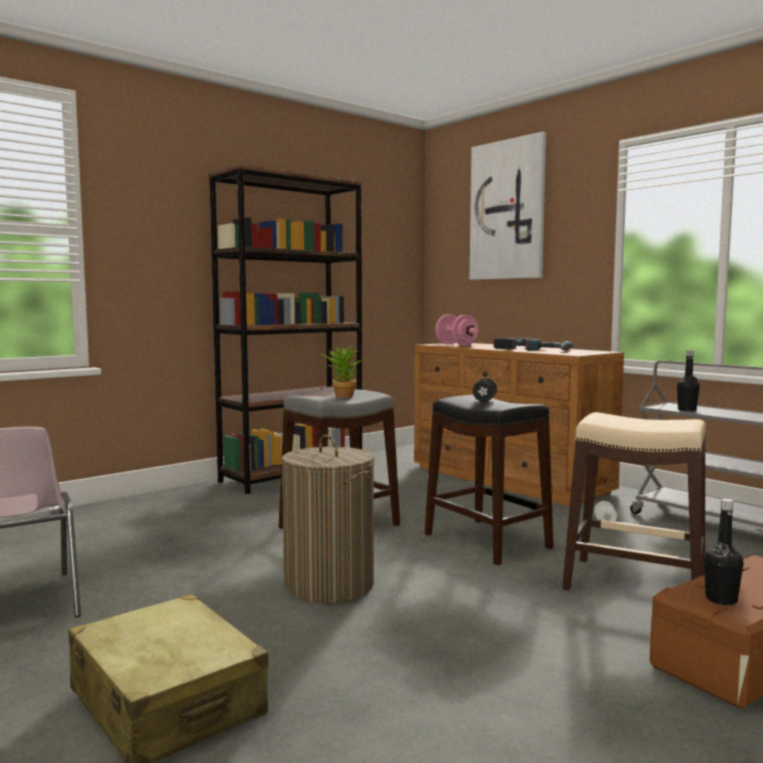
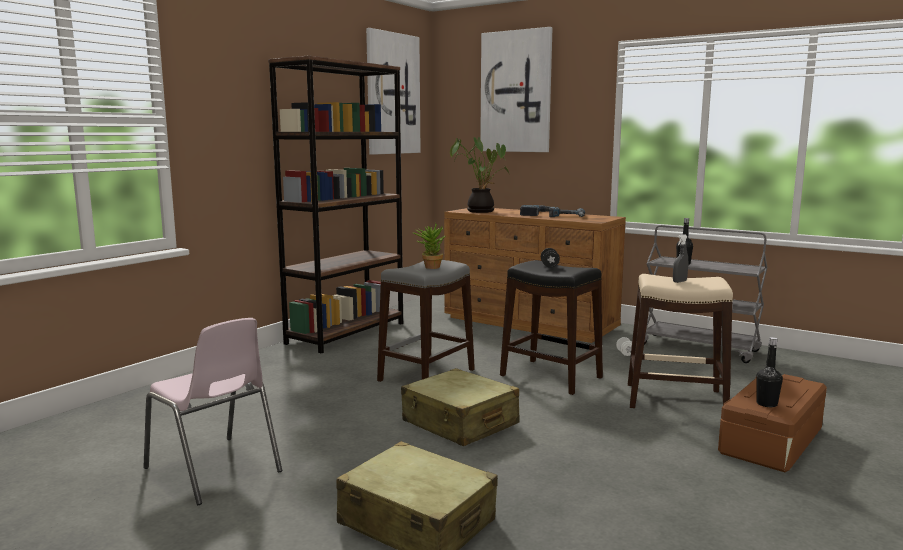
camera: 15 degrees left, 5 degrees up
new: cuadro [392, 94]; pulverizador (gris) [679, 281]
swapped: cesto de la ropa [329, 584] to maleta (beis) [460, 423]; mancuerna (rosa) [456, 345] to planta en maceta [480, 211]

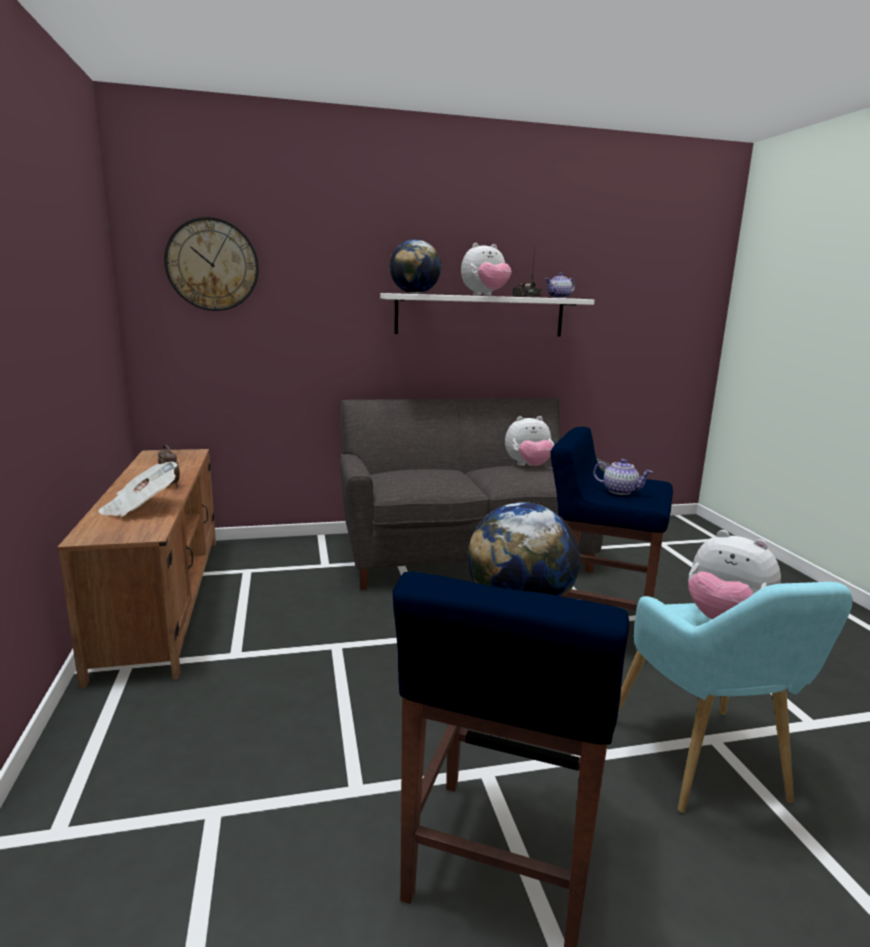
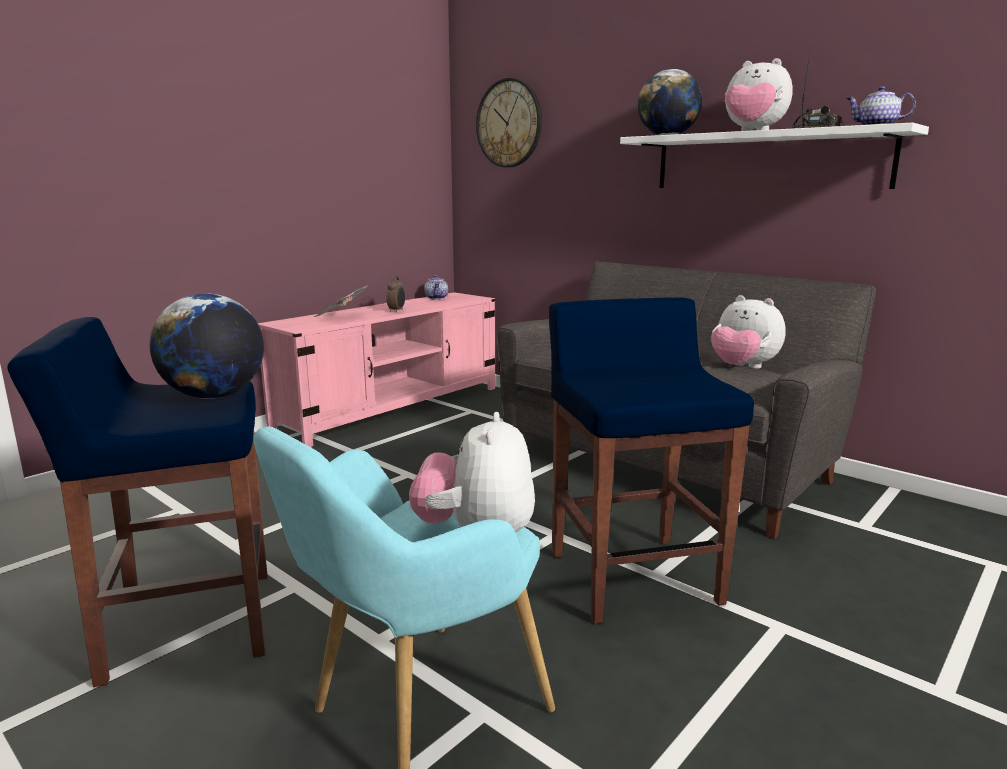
camera: 55 degrees right, 0 degrees up
shifted: tetera [620, 491] to [437, 298]
repainted: mueble de televisión (marrón) [163, 599] to mueble de televisión (rosa) [393, 408]

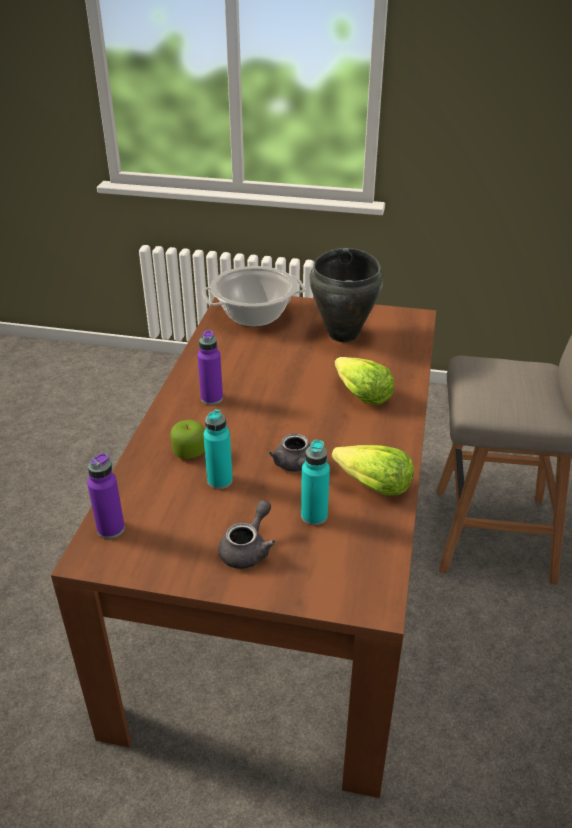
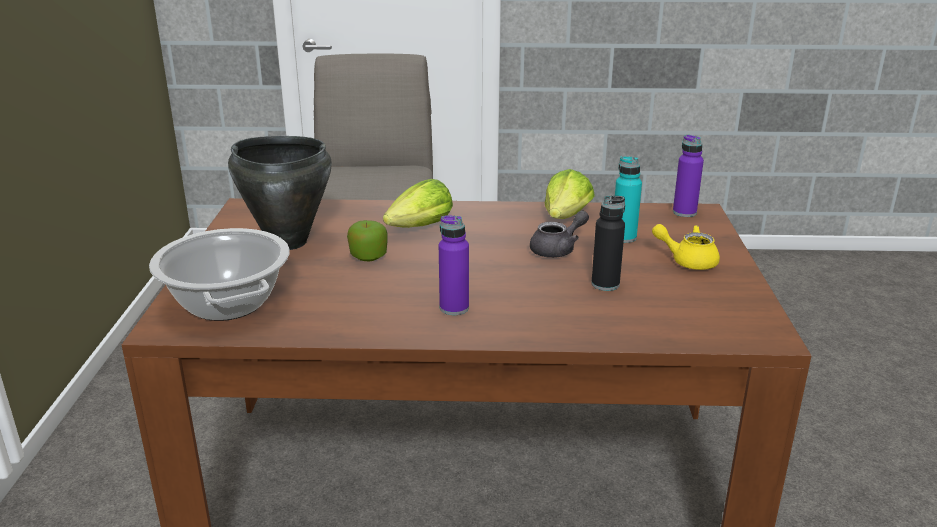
camera: 100 degrees left, 10 degrees down
shifted: botella (morado) [111, 529] to [684, 212]; manzana [189, 452] to [368, 256]
repainted: botella (turquesa) [220, 481] to botella (negro) [605, 284]; tetera (gris) [248, 549] to tetera (amarillo) [687, 261]

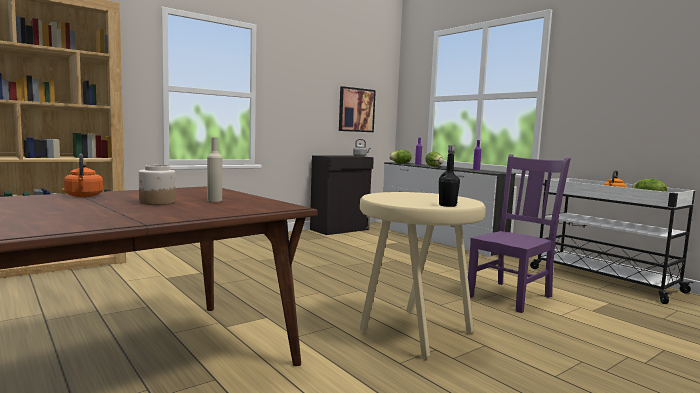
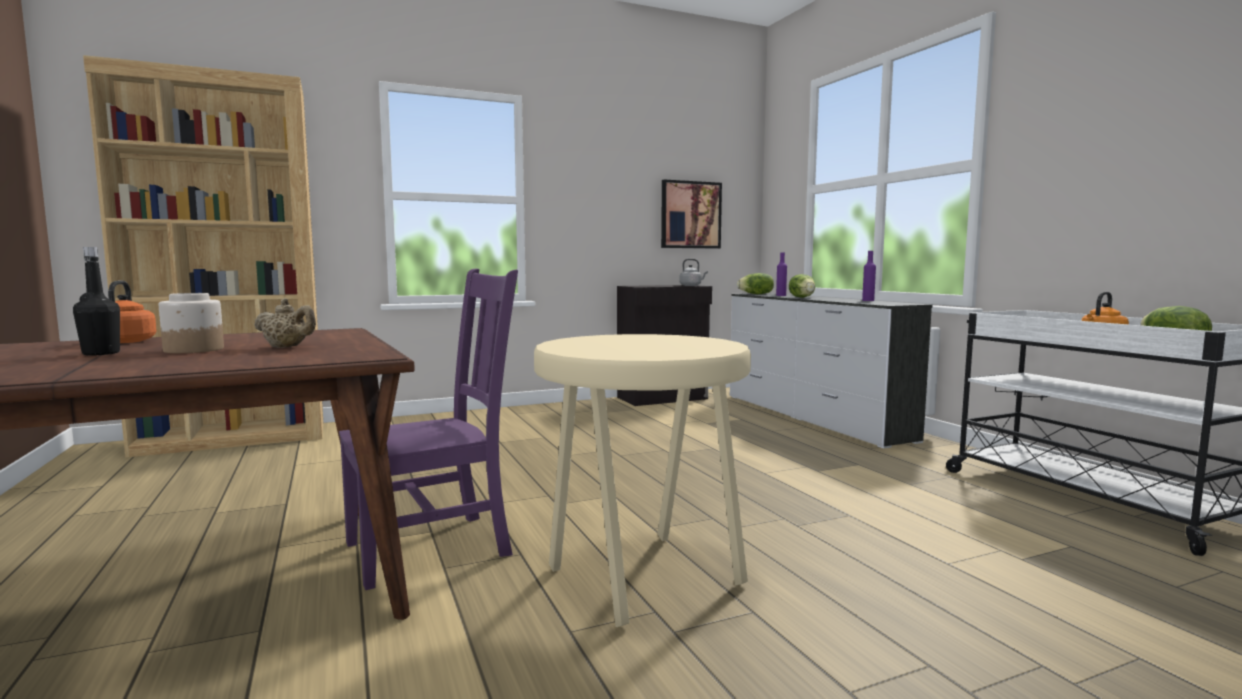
camera: 15 degrees right, 0 degrees up
shifted: botella (negro) [447, 205] to [101, 353]; silla (morado) [511, 296] to [434, 547]
swapped: botella (beis) [214, 200] to tetera (beis) [287, 347]

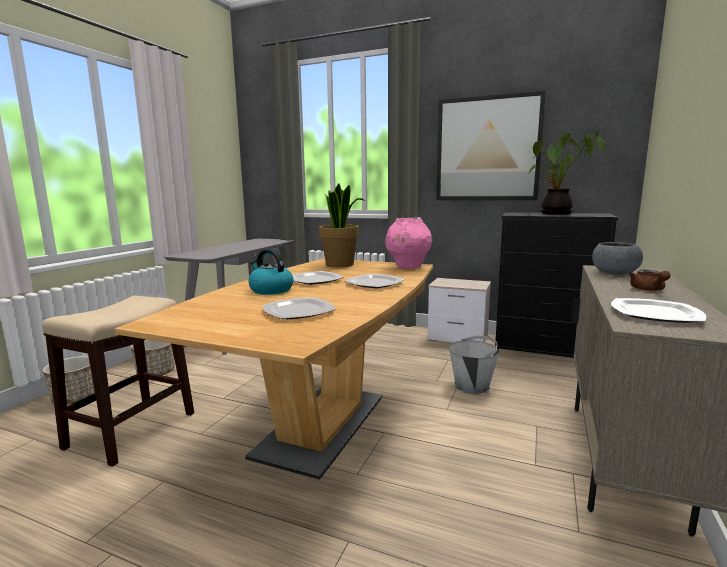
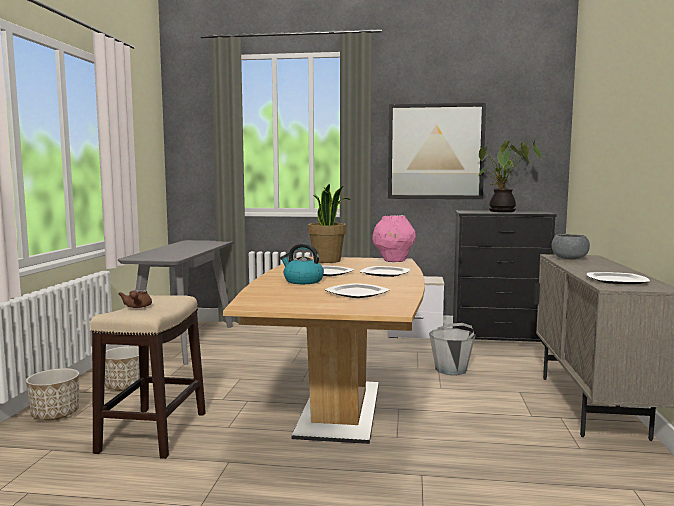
camera: 15 degrees left, 5 degrees down
shifted: tetera (marrón) [648, 290] to [137, 307]

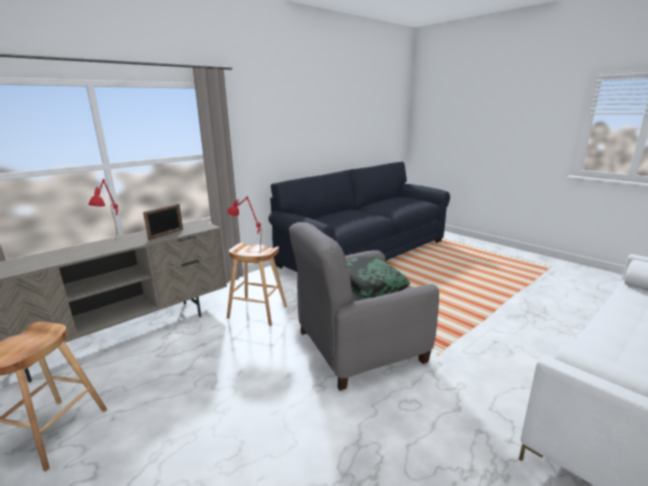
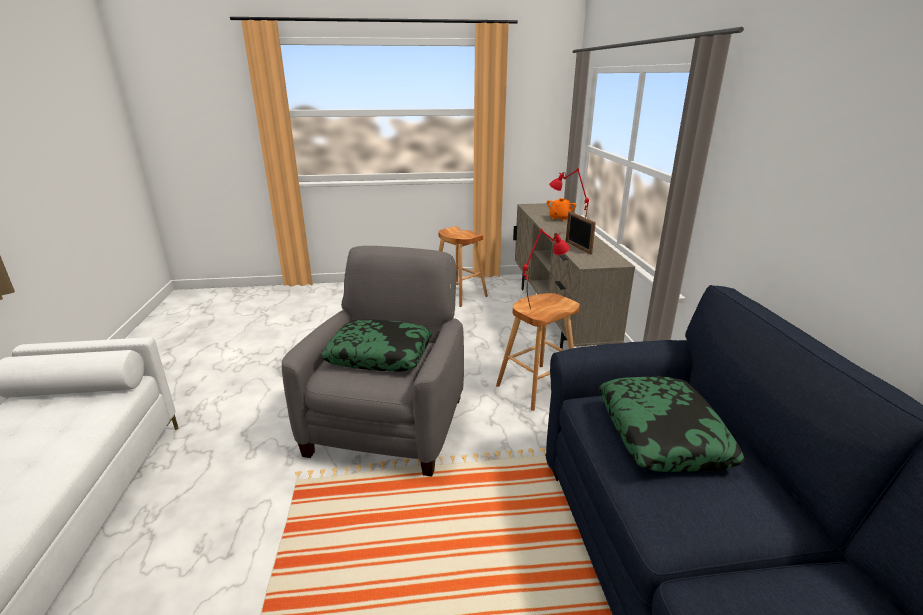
camera: 125 degrees right, 5 degrees up
new: tetera (naranja) [560, 218]; cojín [662, 434]

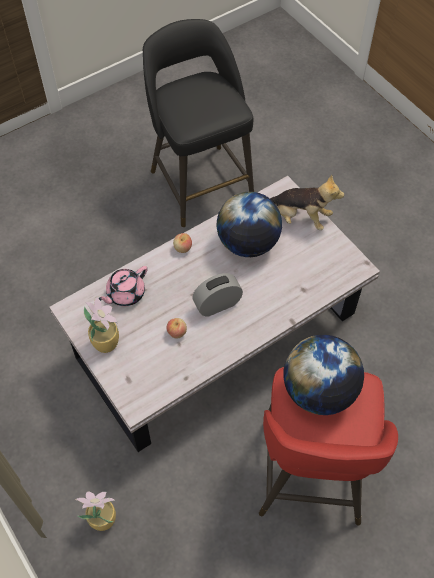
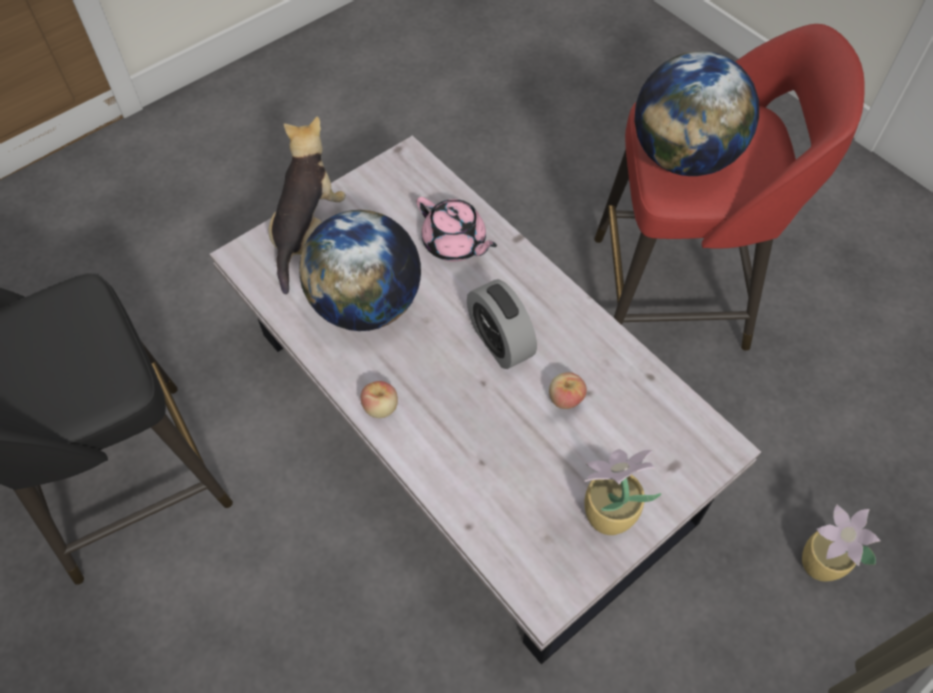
camera: 95 degrees left, 0 degrees up
shifted: tetera (rosa) [125, 294] to [455, 243]

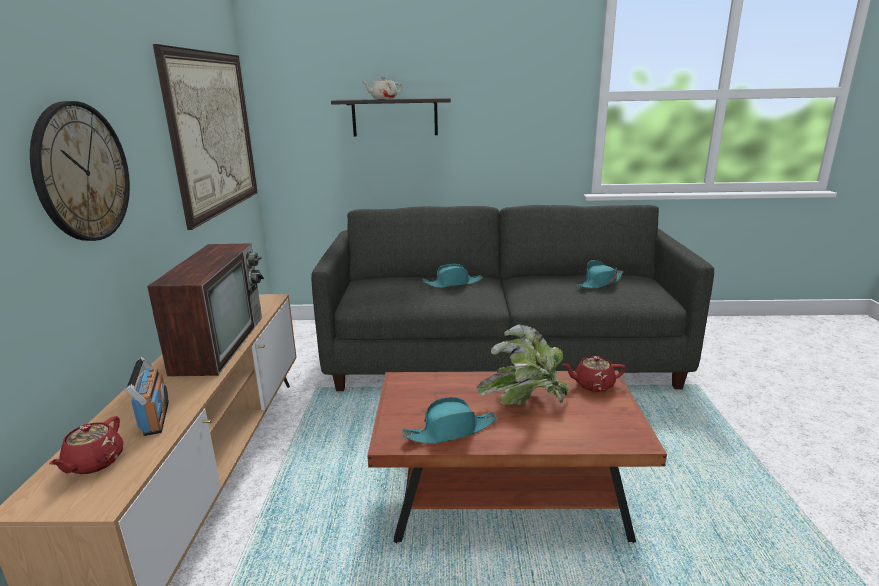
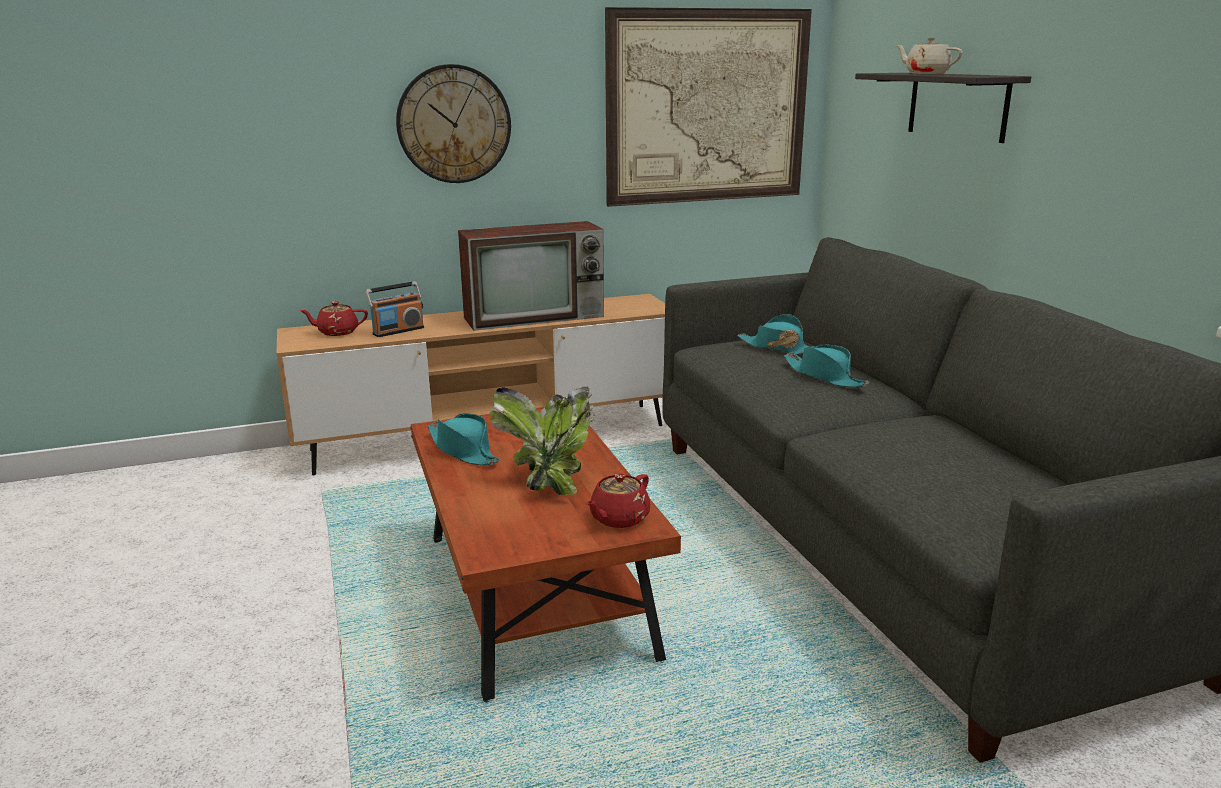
camera: 70 degrees right, 0 degrees up
shifted: sombrero (turquesa) [599, 283] to [779, 348]
rotated: tetera (rojo) [593, 385] = [618, 518] 120 degrees counterclockwise

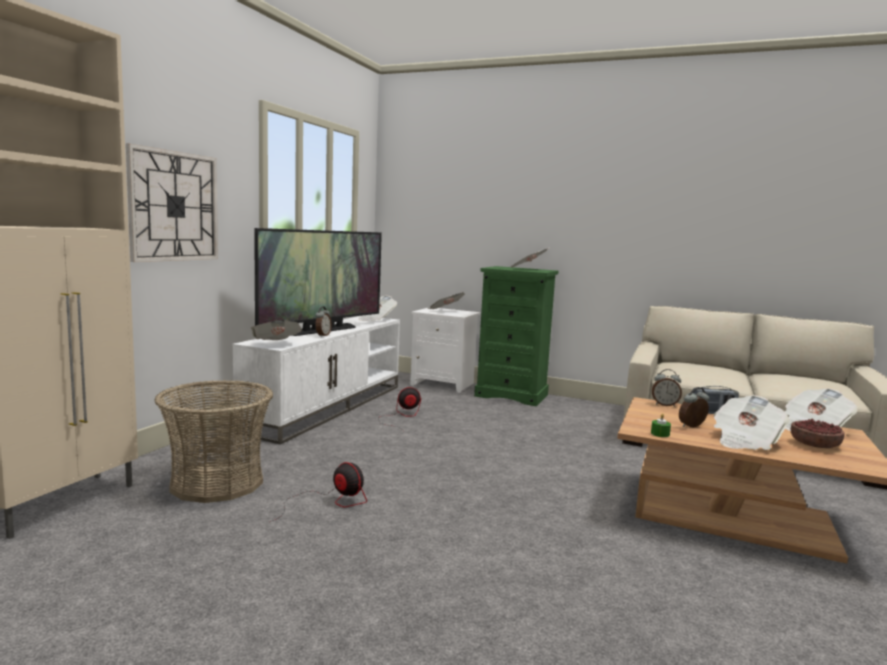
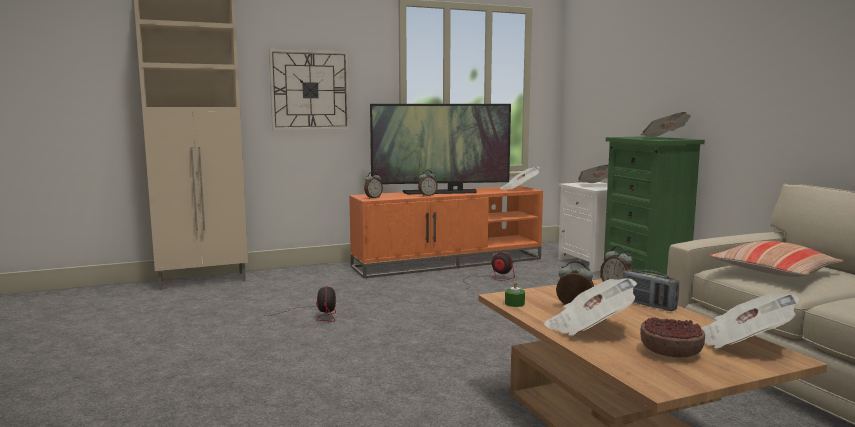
camera: 45 degrees right, 0 degrees up
gone: cesta [217, 482]
new: cojín [773, 272]
swapped: periódico [276, 344] to despertador [373, 198]
repainted: mueble de televisión (blanco) [327, 407] to mueble de televisión (naranja) [448, 262]

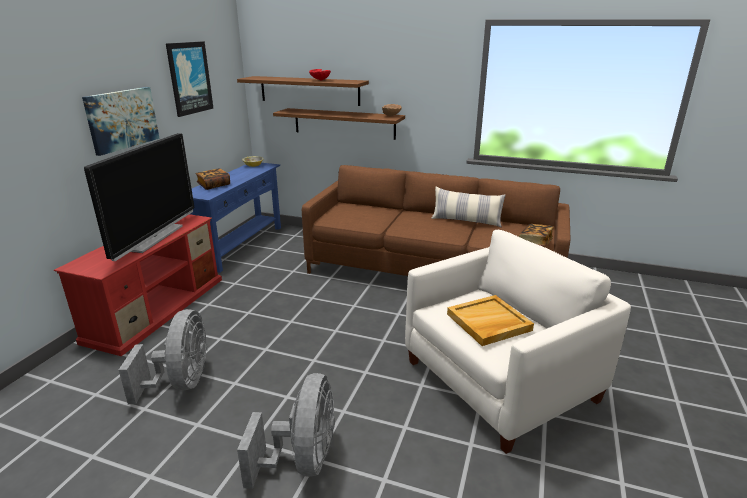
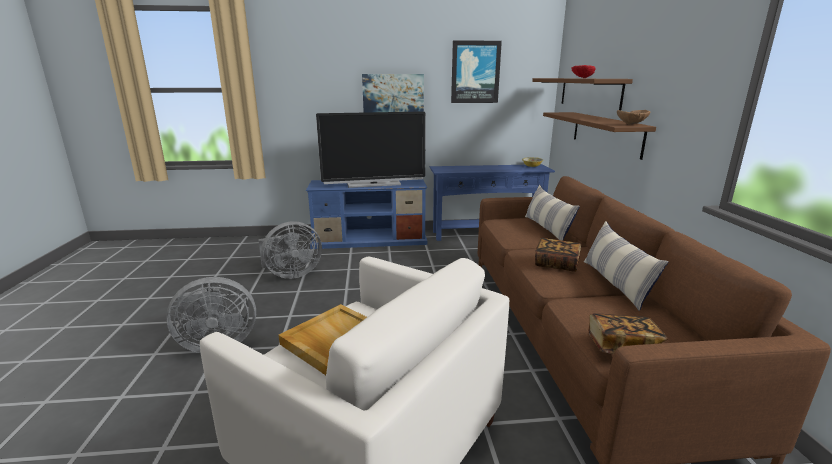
camera: 65 degrees right, 5 degrees down
new: cojín [547, 228]
shifted: libro [214, 185] to [556, 264]
repainted: mueble de televisión (rojo) [157, 308] to mueble de televisión (azul) [370, 239]

